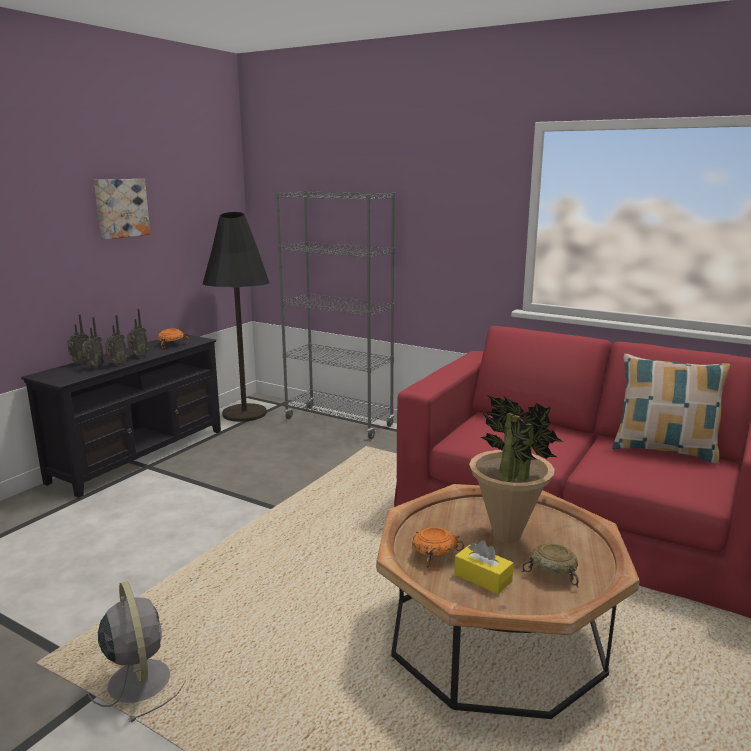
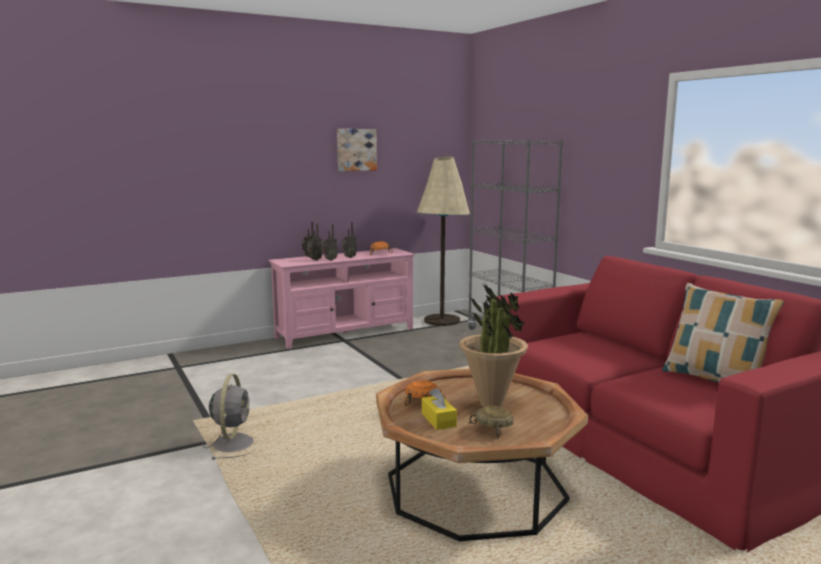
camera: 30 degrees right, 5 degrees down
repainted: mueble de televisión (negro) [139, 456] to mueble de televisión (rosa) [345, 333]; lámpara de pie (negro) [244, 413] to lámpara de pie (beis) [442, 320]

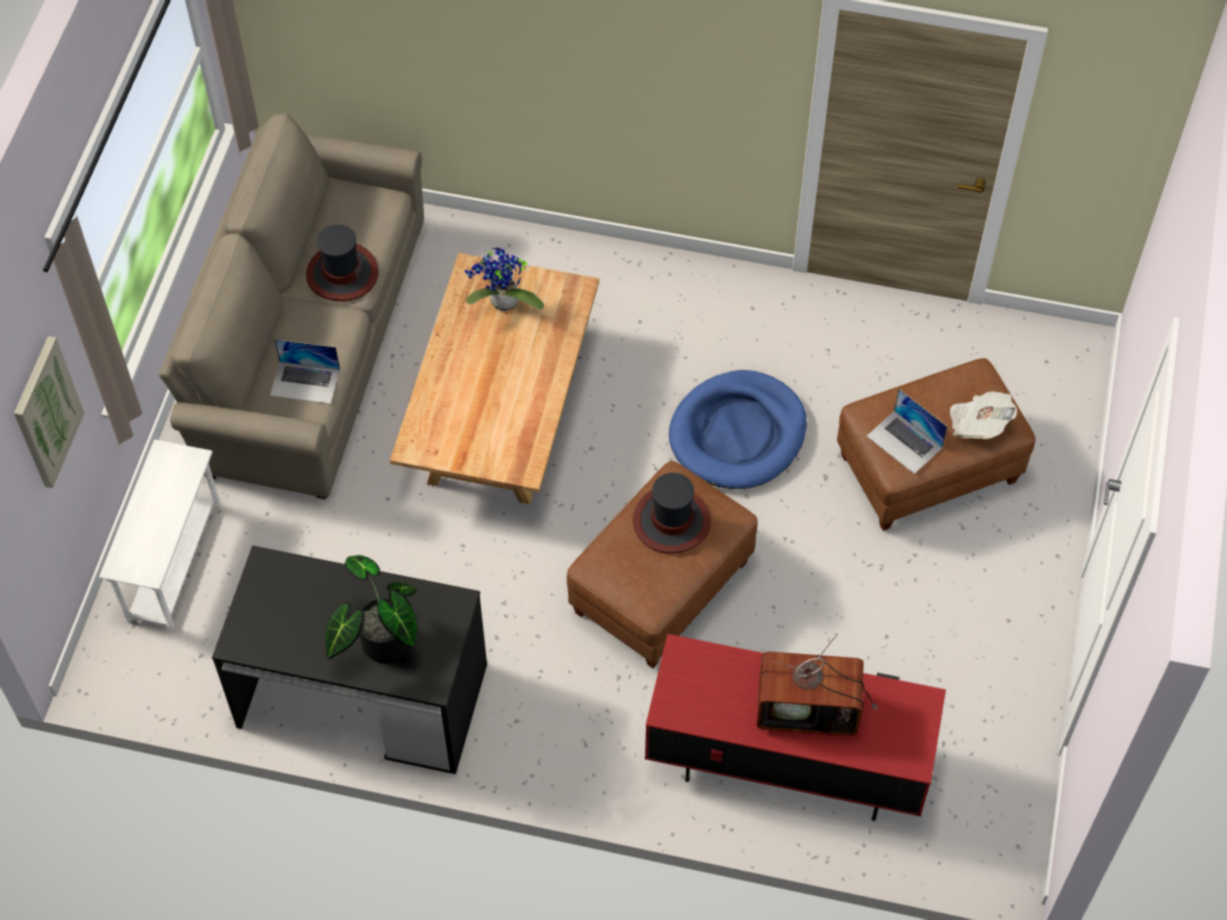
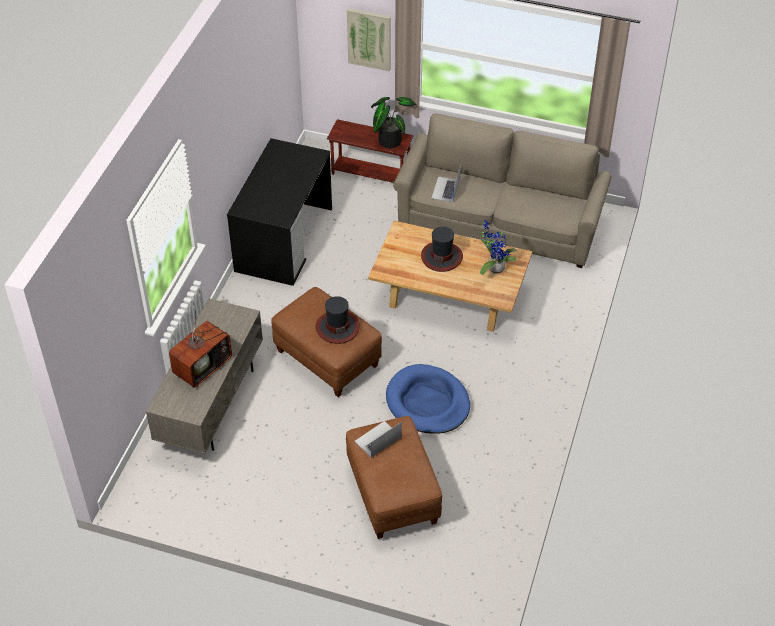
camera: 95 degrees right, 10 degrees down
gone: periódico [978, 424]
shifted: sombrero [342, 273] to [442, 256]; planta en maceta [380, 642] to [389, 139]
repainted: mesa auxiliar (blanco) [173, 562] to mesa auxiliar (marrón) [370, 174]; mueble de televisión (rojo) [785, 762] to mueble de televisión (gris) [211, 403]
rotated: televisor [810, 707] = [202, 365] 150 degrees counterclockwise

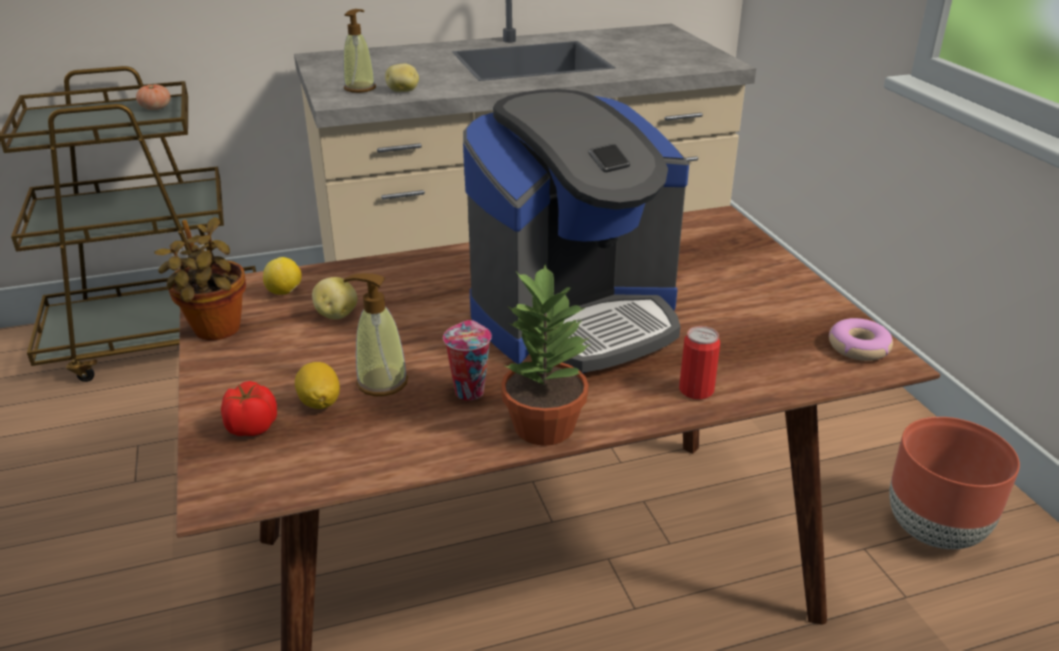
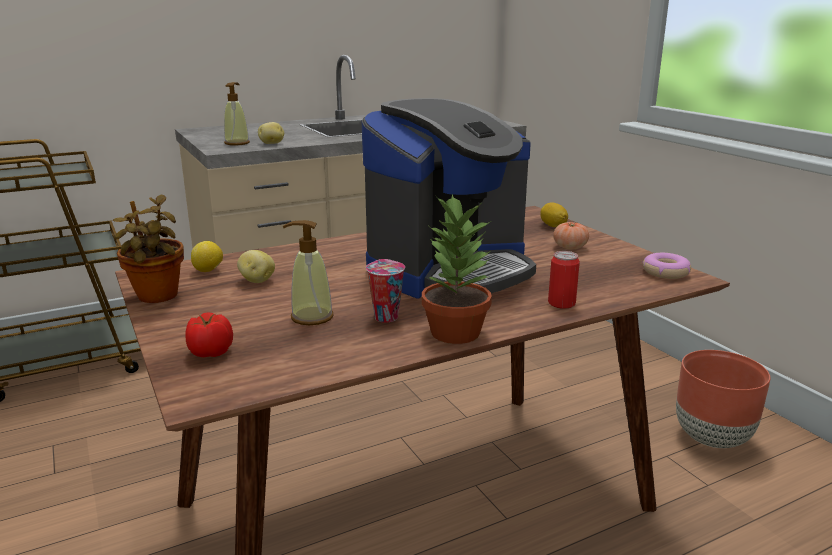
camera: 10 degrees left, 10 degrees down
shifted: tomate [155, 108] to [570, 247]; limón [320, 402] to [553, 226]

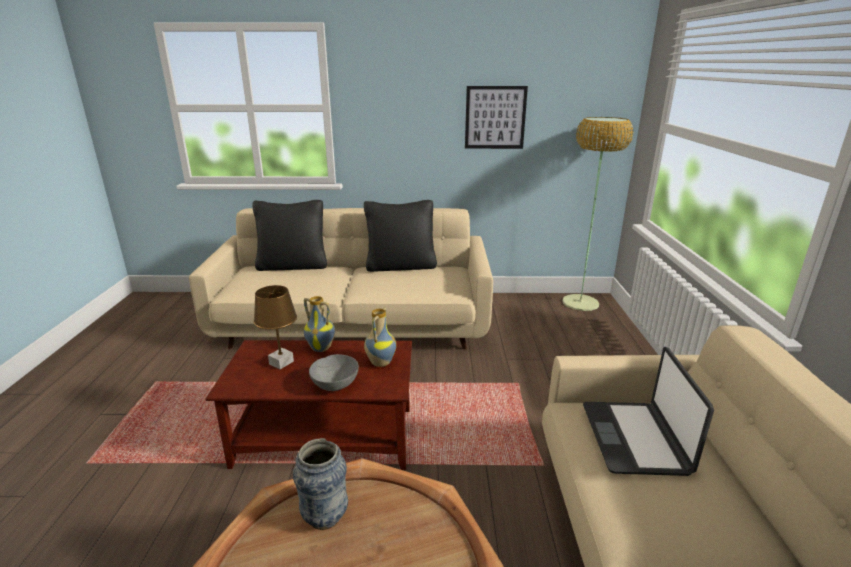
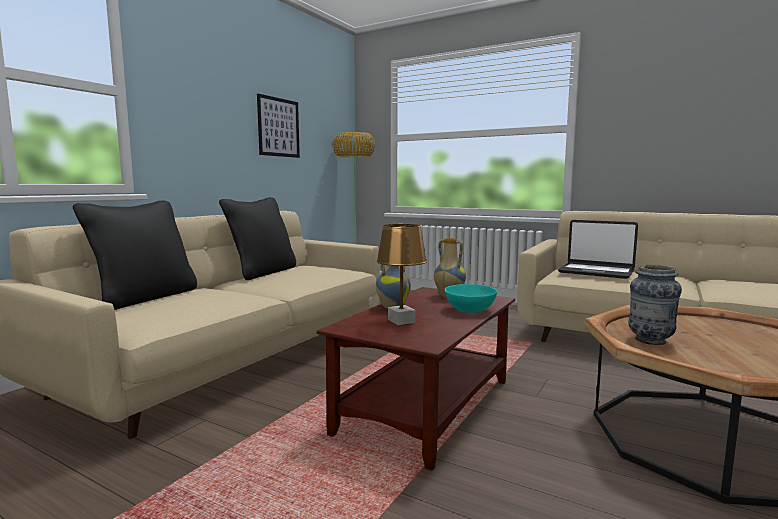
camera: 60 degrees left, 15 degrees down
repainted: cuenco (gris) [335, 384] to cuenco (turquesa) [470, 310]

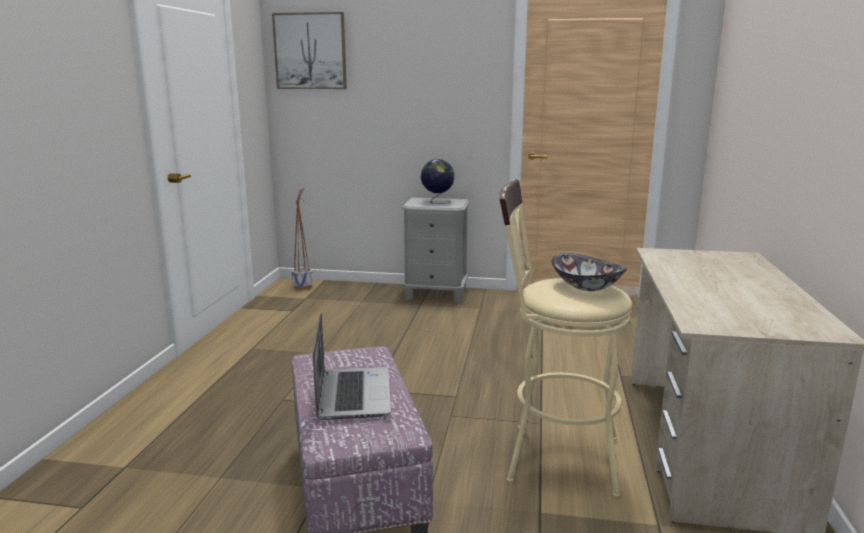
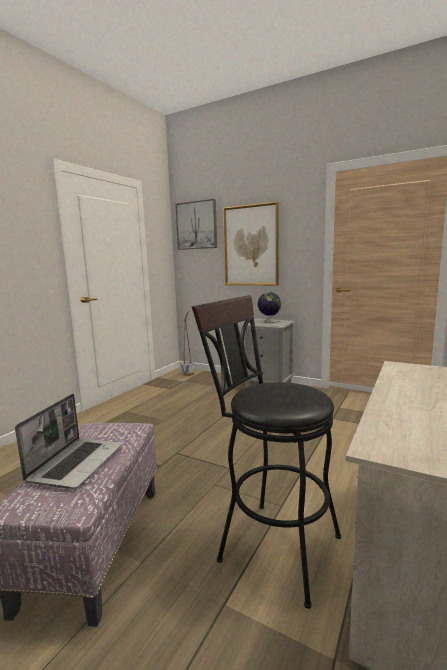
camera: 20 degrees right, 5 degrees down
gone: cuenco [587, 286]
new: cuadro [251, 245]
repainted: taburete (beis) [551, 457] to taburete (negro) [270, 543]

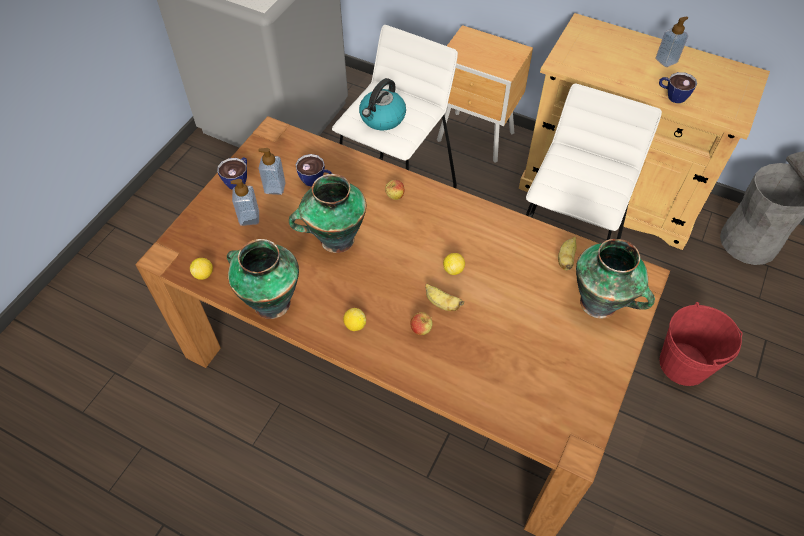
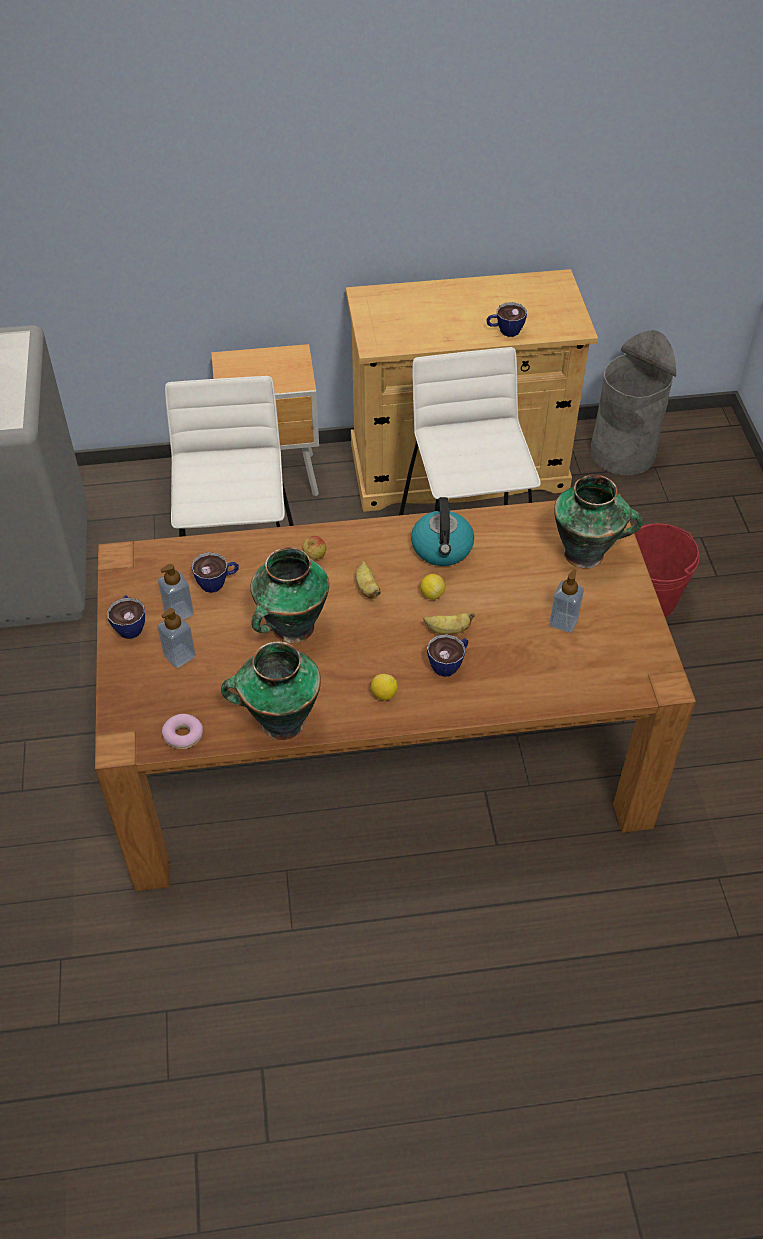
camera: 35 degrees left, 5 degrees down
shifted: hervidor [382, 118] to [442, 549]; plátano [566, 259] to [367, 588]; dispensador de jabón [666, 60] to [563, 622]
swapped: limón [204, 274] to rosquilla [183, 735]; manzana [421, 330] to taza [449, 663]

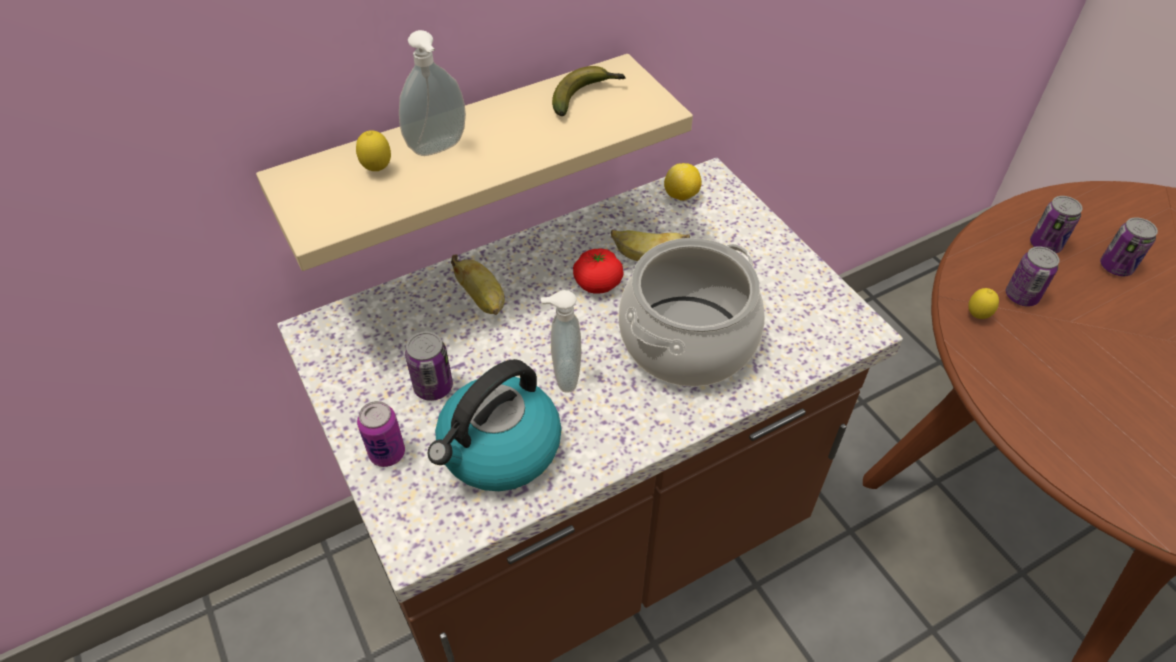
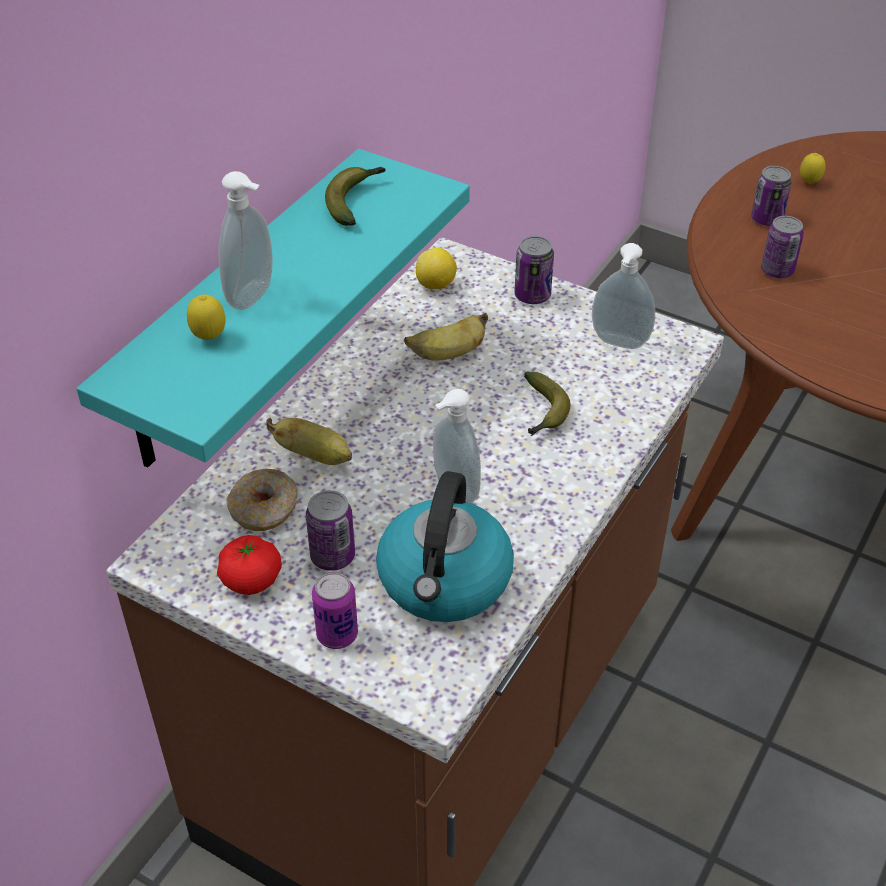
camera: 30 degrees left, 5 degrees down
new: rosquilla [264, 510]; dispensador de jabón [618, 343]
shifted: tomate [598, 283] to [251, 579]; limón [977, 316] to [809, 183]; lata [1115, 267] to [532, 295]
swapped: olla [687, 340] to plátano [542, 413]
repainted: estante (beis) [462, 160] to estante (turquesa) [240, 313]

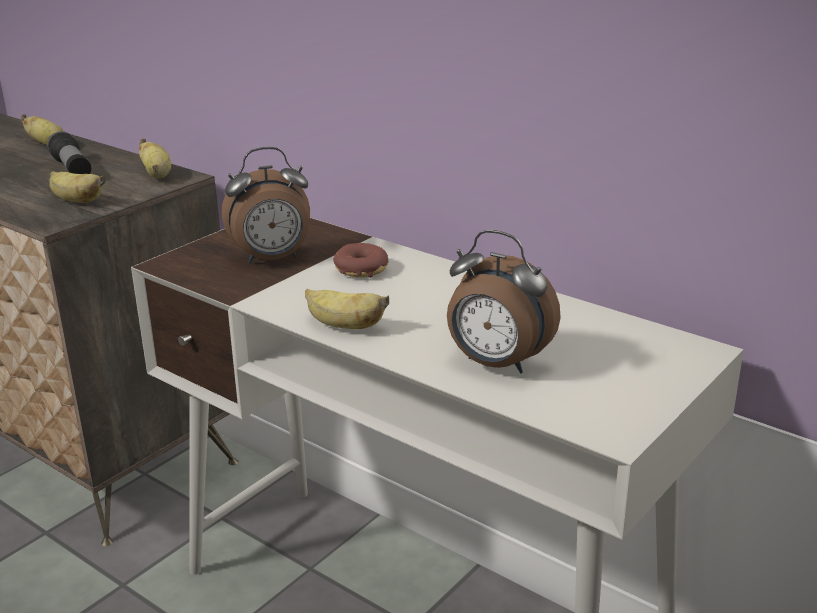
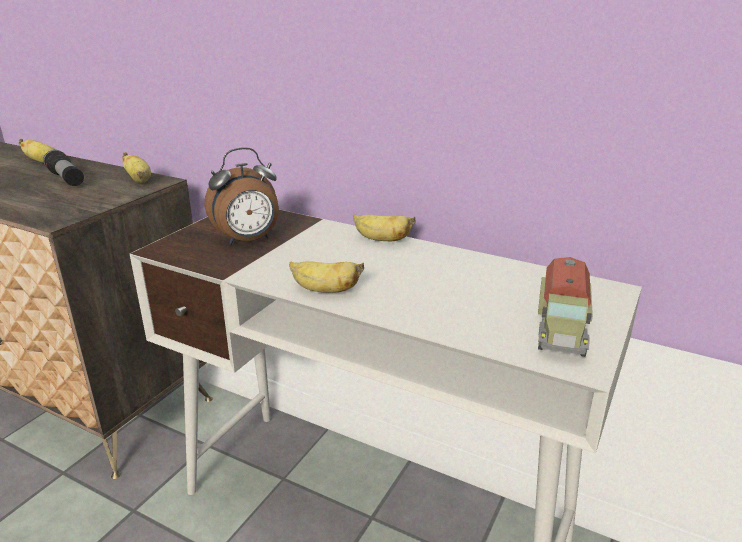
camera: 10 degrees left, 0 degrees up
gone: rosquilla [361, 269]; despertador [496, 364]
new: camión de juguete [562, 327]
shifted: plátano [76, 201] to [381, 240]

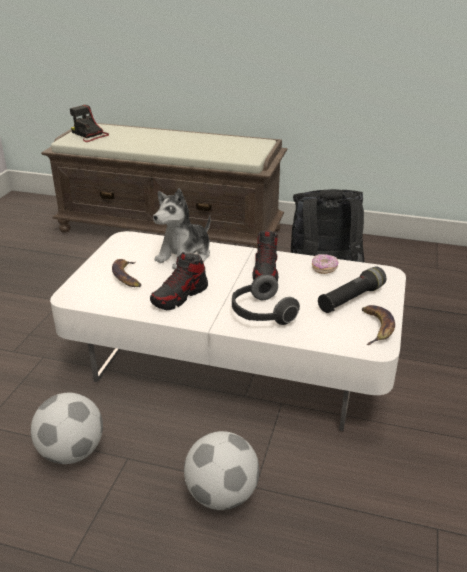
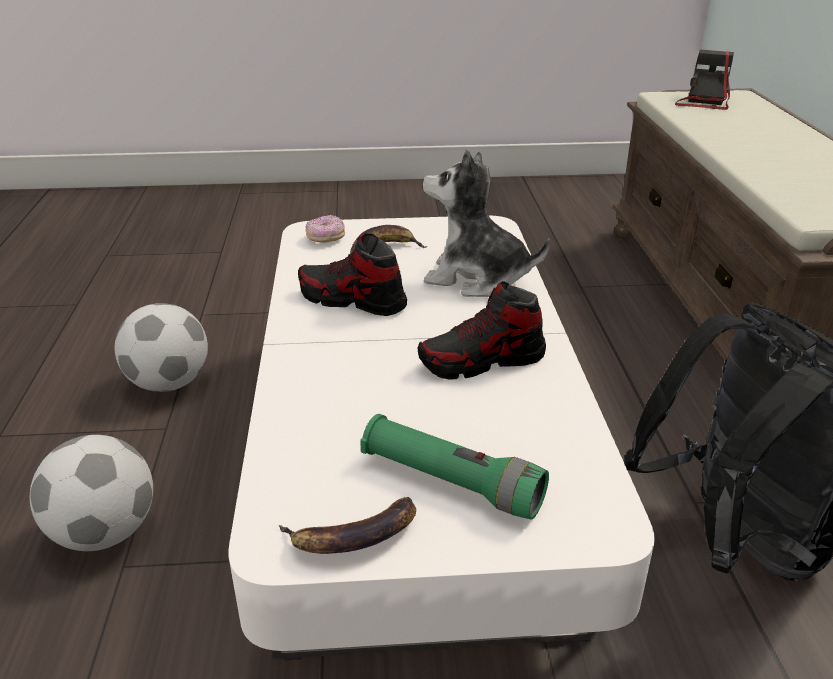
camera: 70 degrees right, 0 degrees up
gone: auriculares [261, 314]
shifted: rosquilla [324, 269] to [326, 238]
repainted: linterna (negro) [351, 299] to linterna (verde) [451, 482]

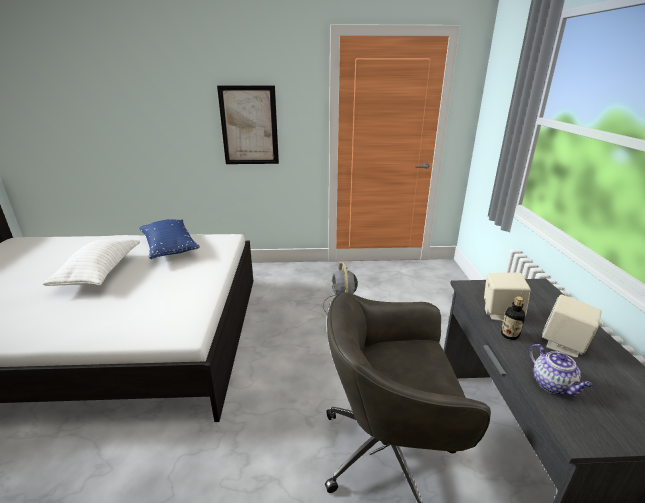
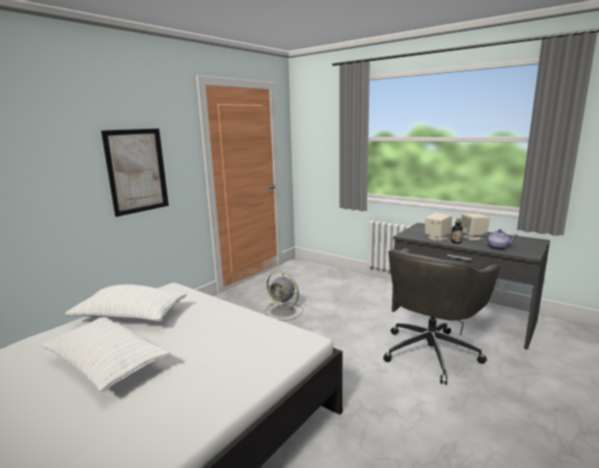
camera: 50 degrees left, 10 degrees down
repainted: cojín (azul) [170, 248] to cojín (blanco) [131, 317]

